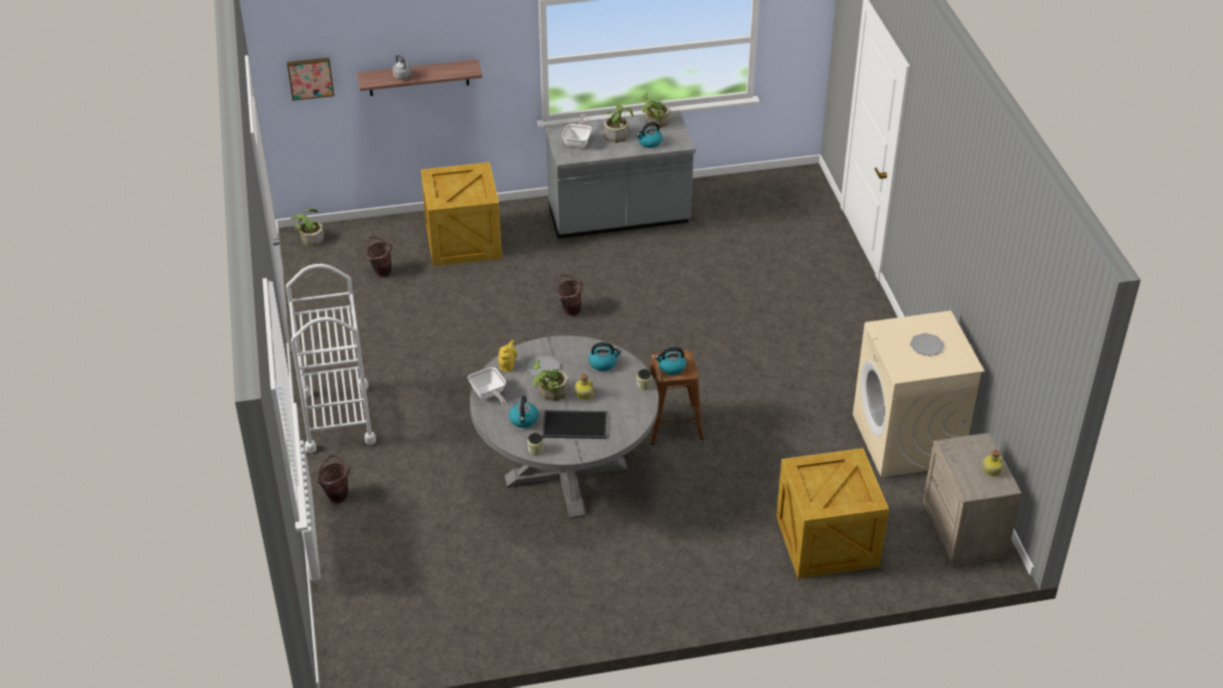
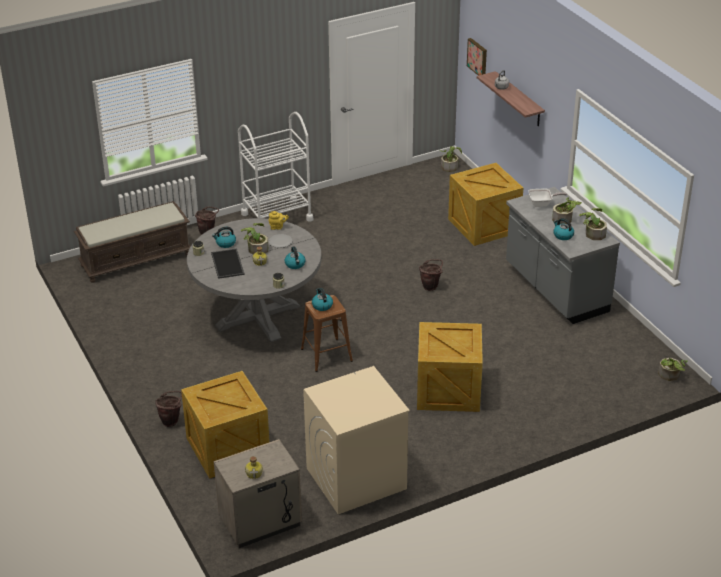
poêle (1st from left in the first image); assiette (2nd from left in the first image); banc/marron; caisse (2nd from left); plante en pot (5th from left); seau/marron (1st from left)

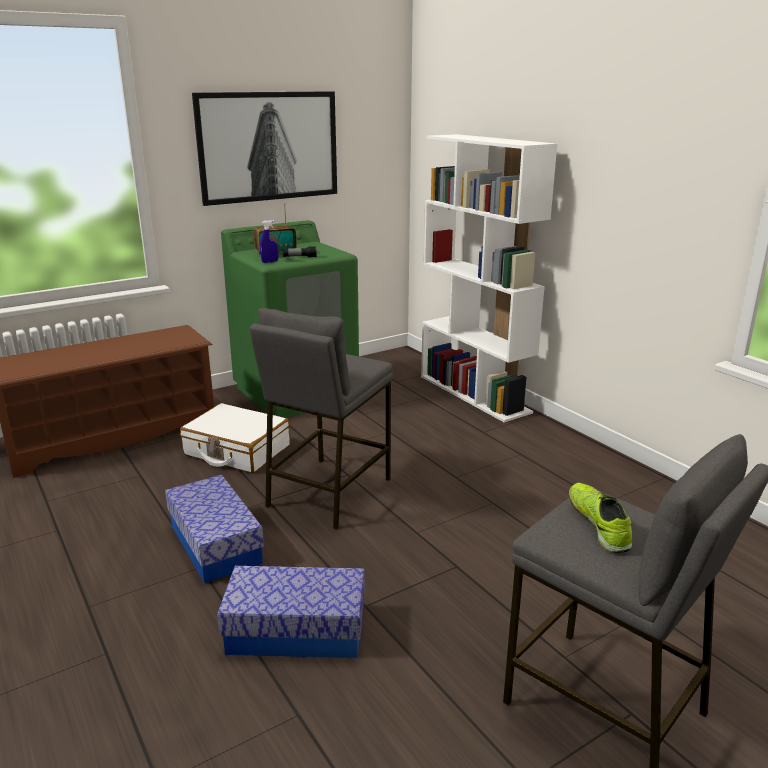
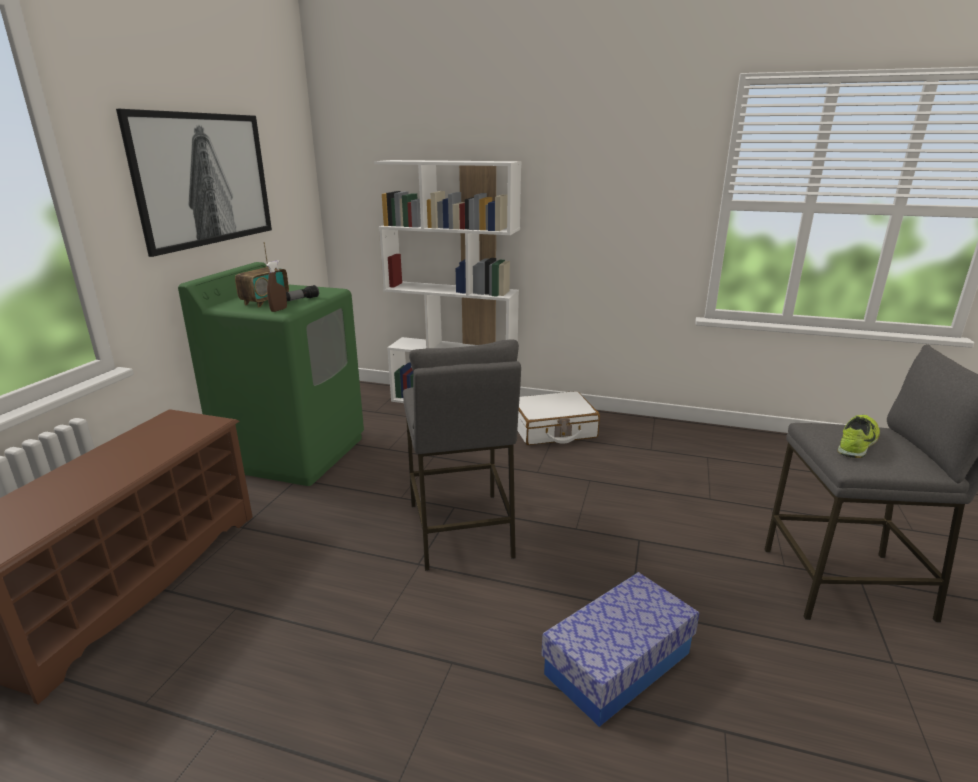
boîte de rangement (1st from left in the first image); valise/blanc; vaporisateur/marron; chaussure

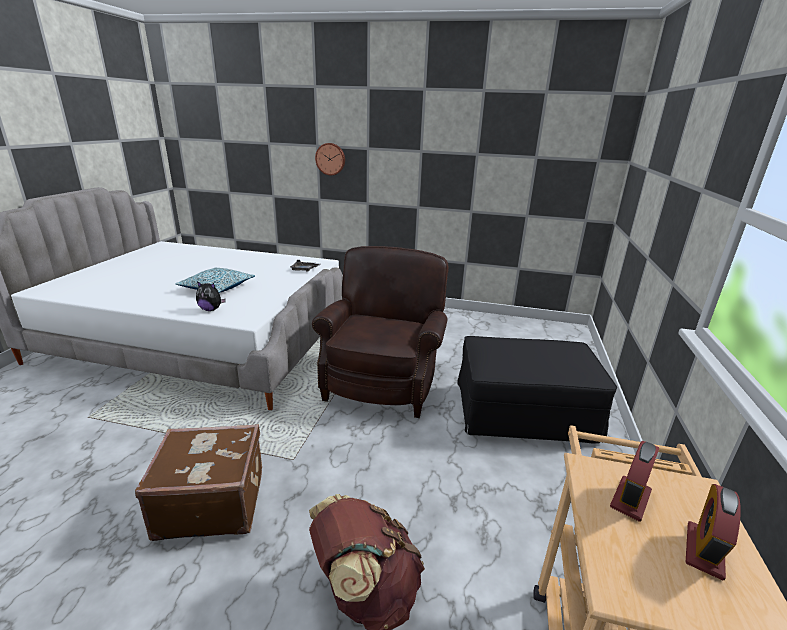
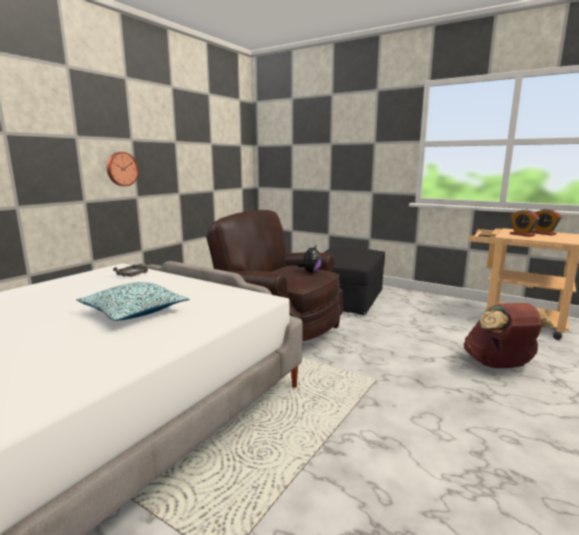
valise/marron; peluche; horloge murale

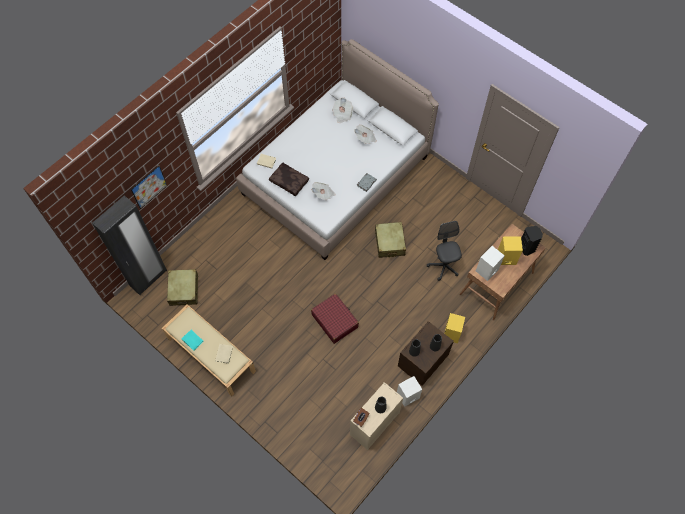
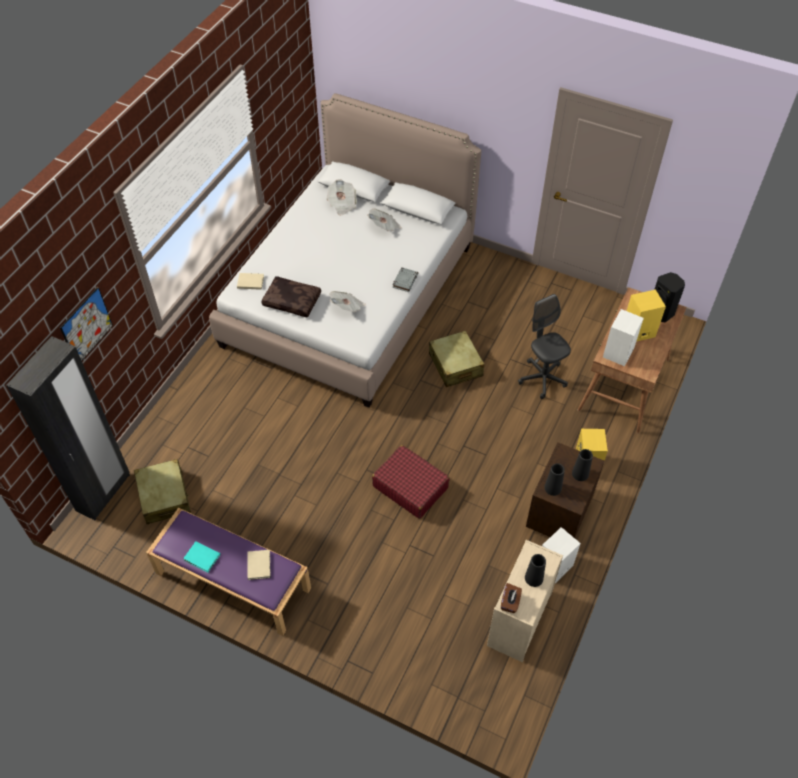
banc/violet

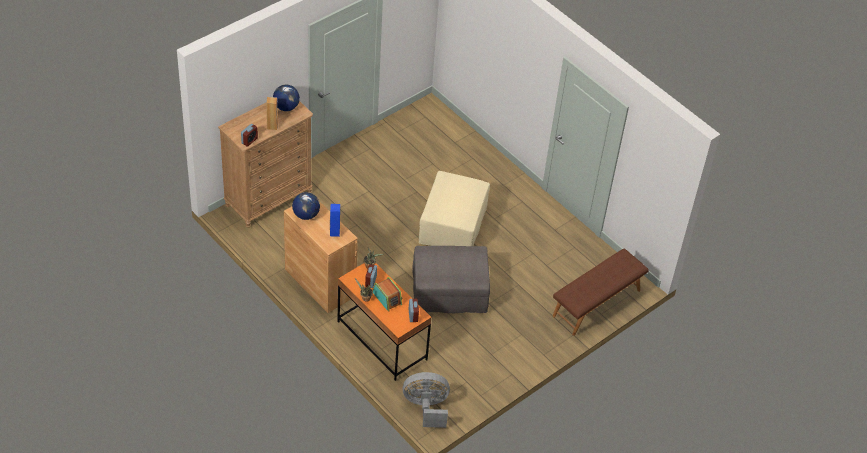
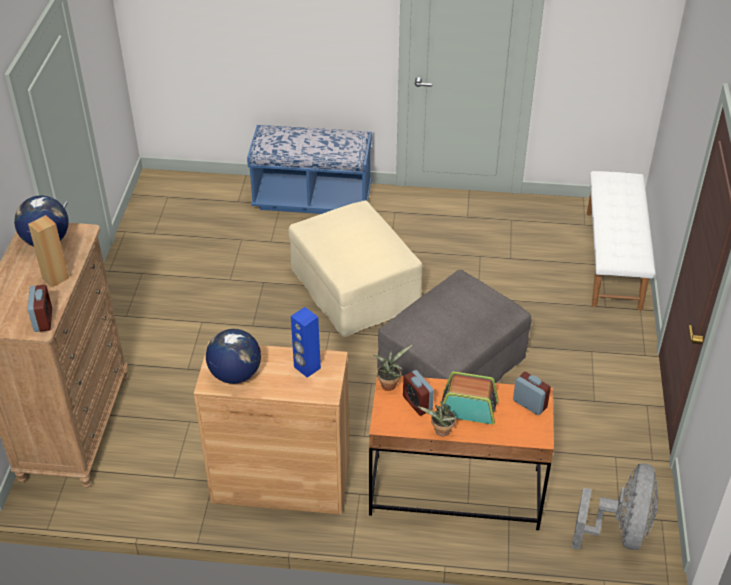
banc/bleu; banc/blanc; ventilateur/gris

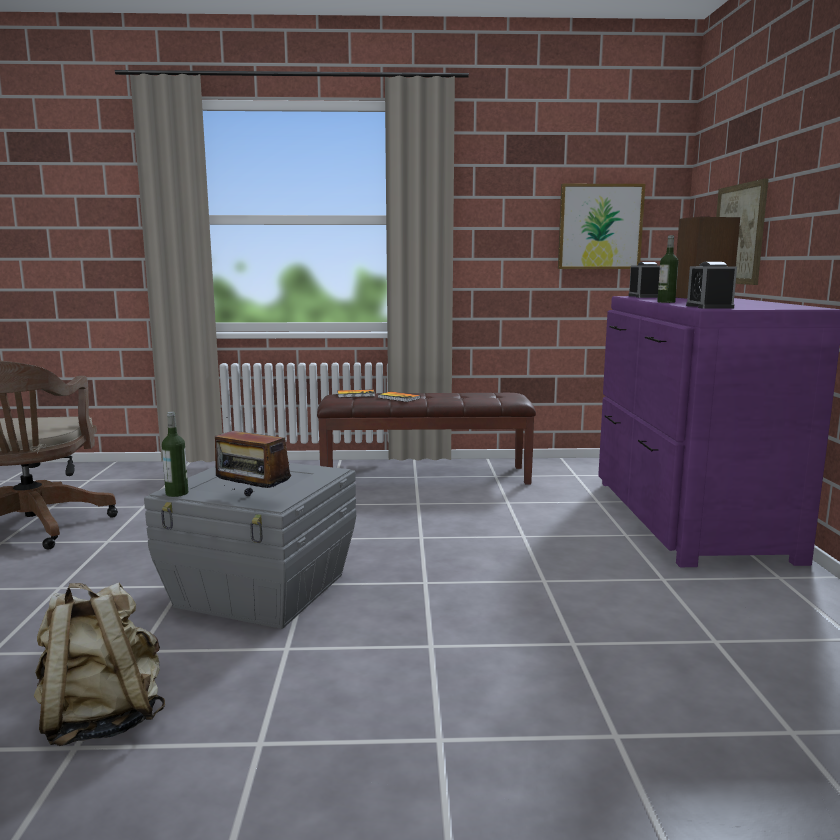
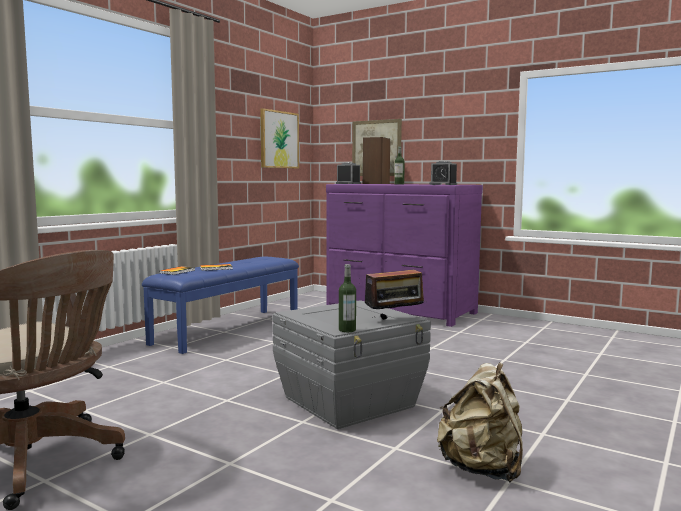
banc/bleu

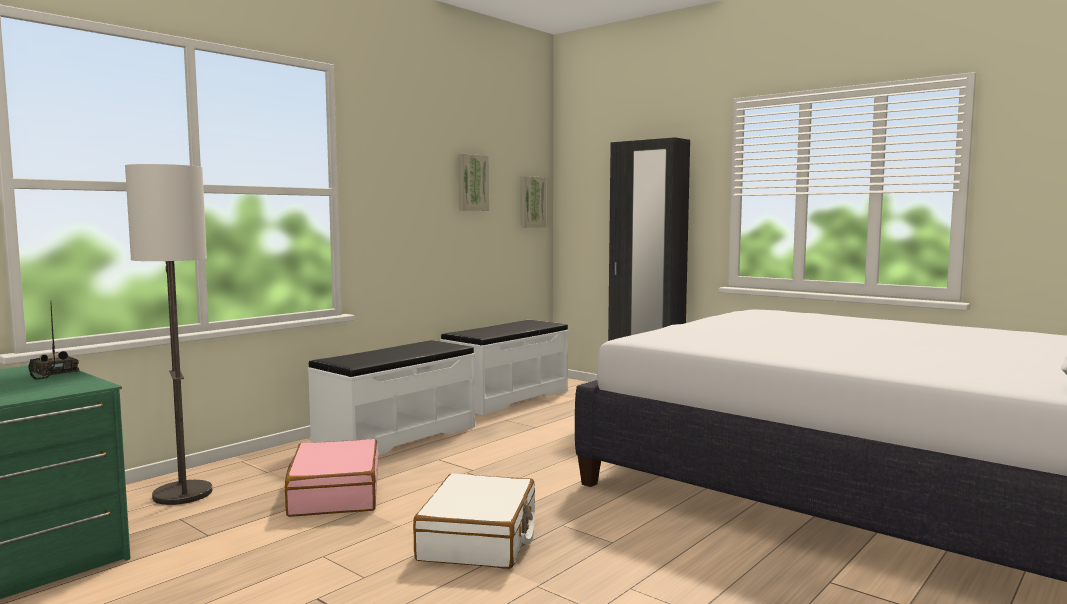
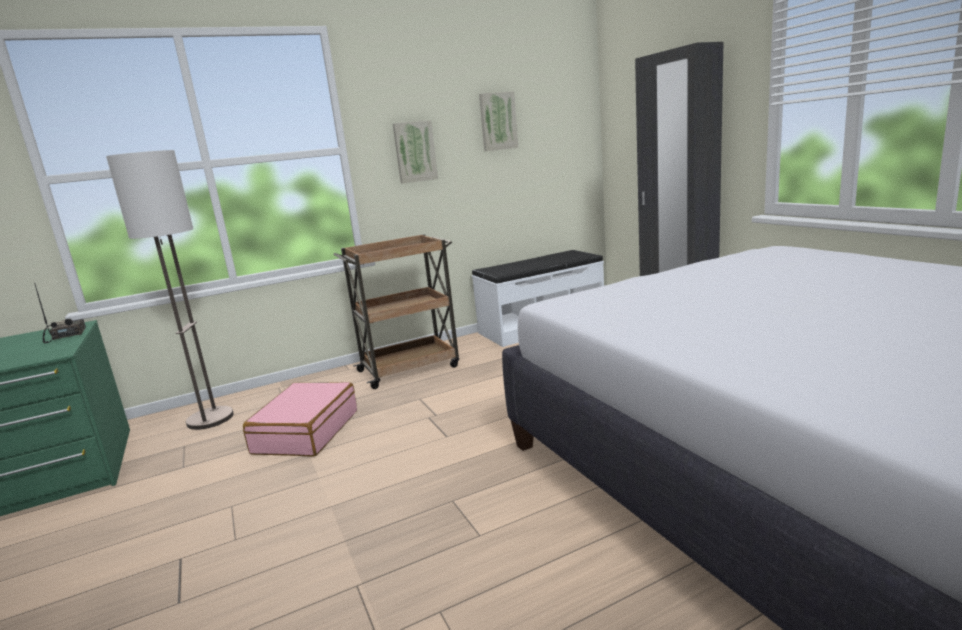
valise/blanc; tableau (1st from left); chariot/marron

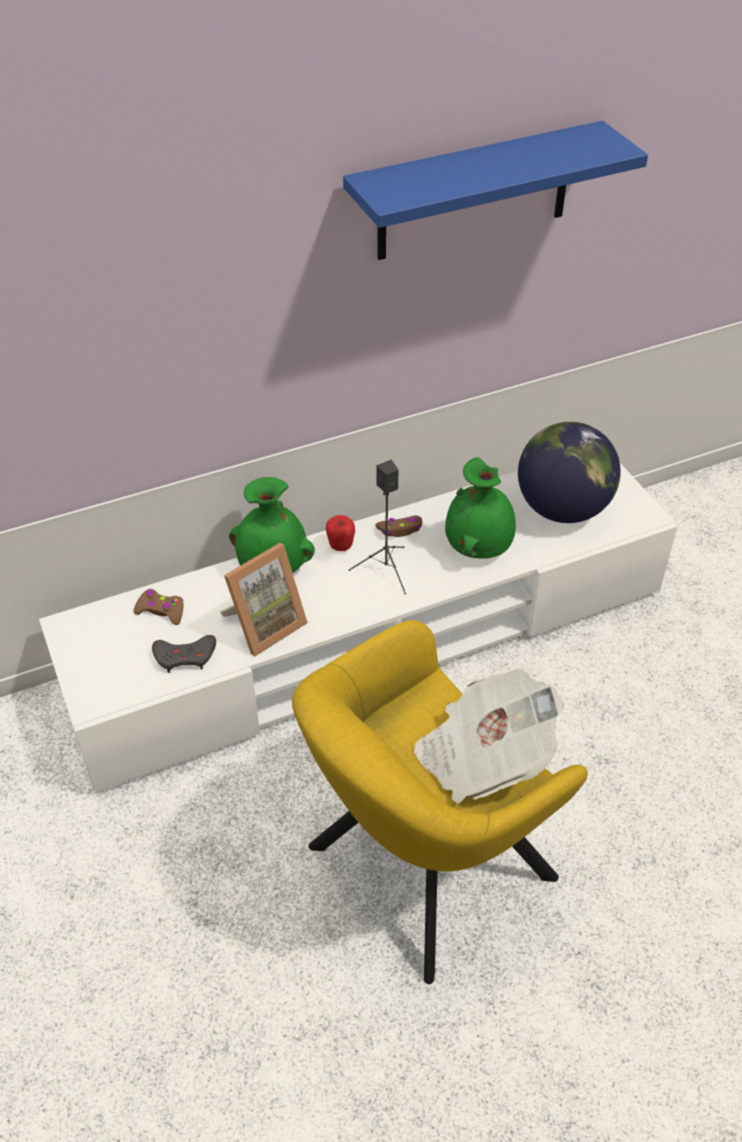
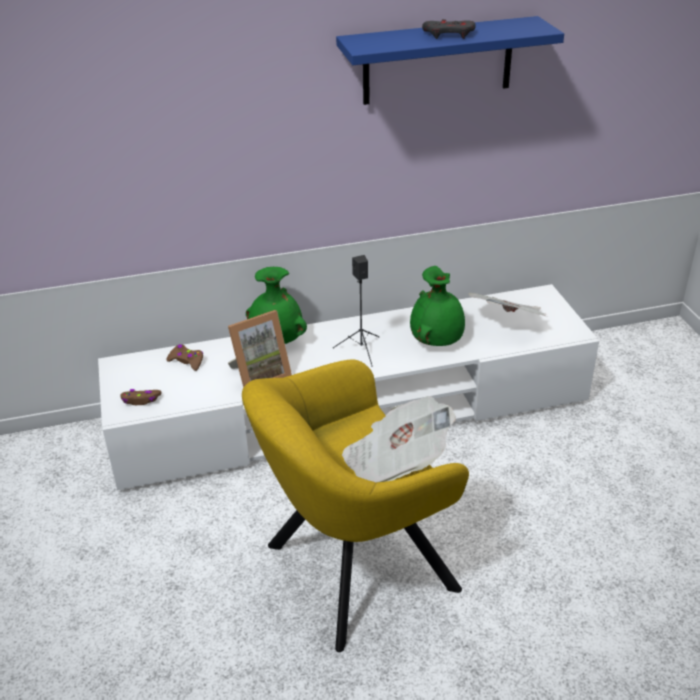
pomme; manette/gris; manette/marron (1st from left); journal (2nd from left)

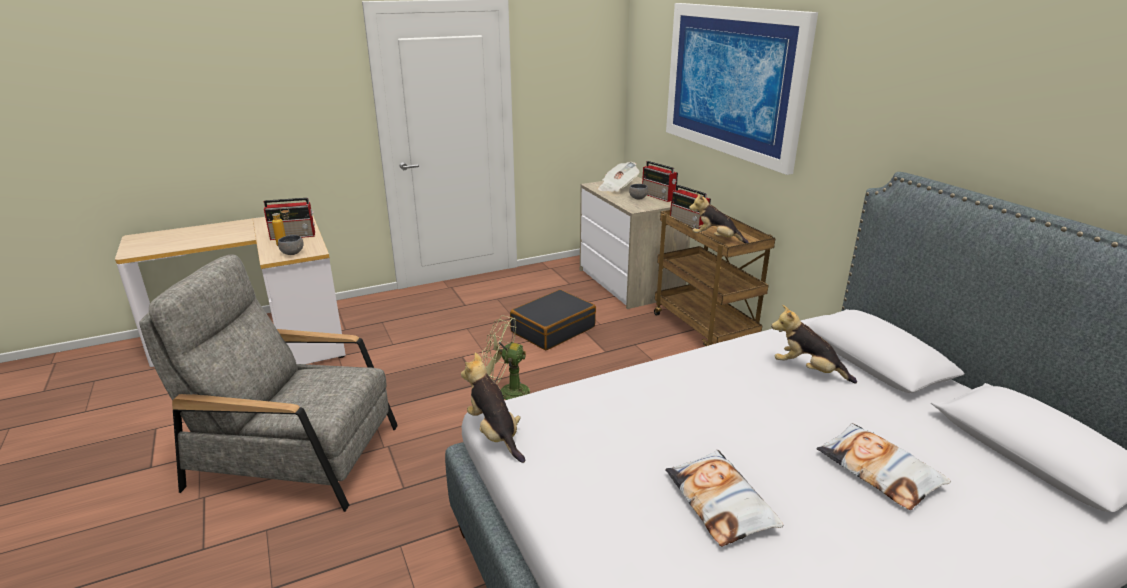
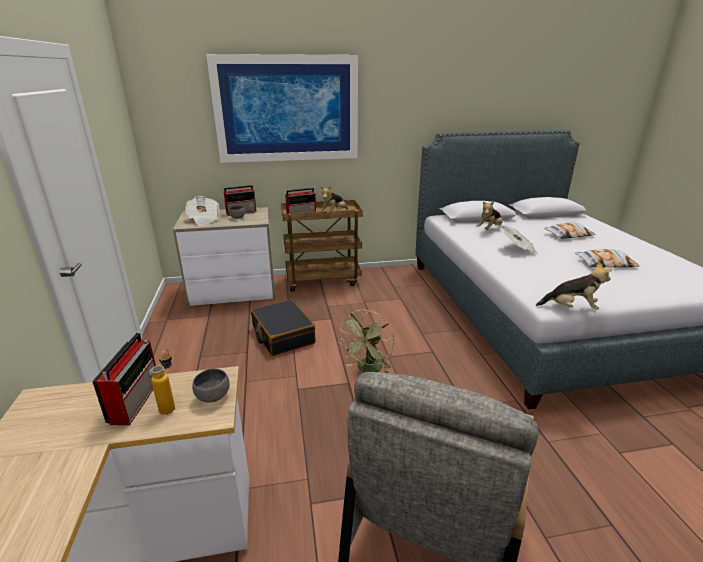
journal (2nd from left); peluche (3rd from left)

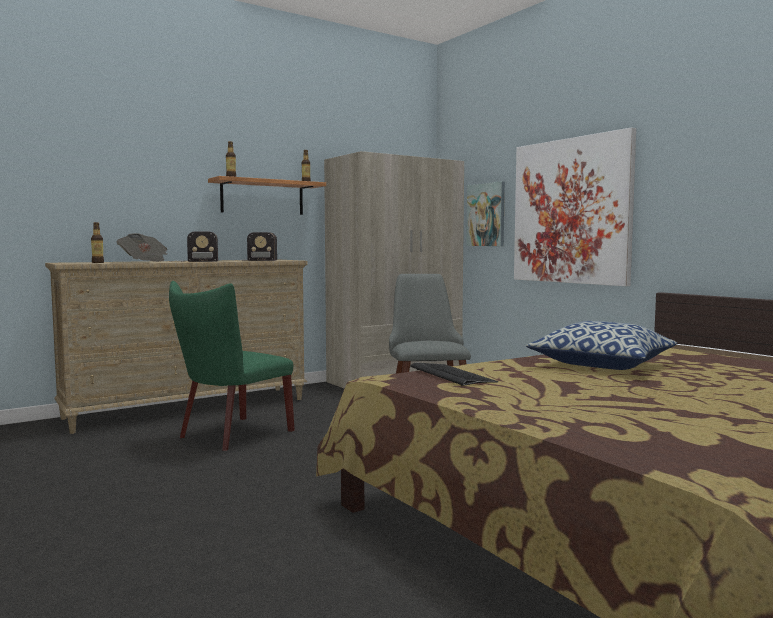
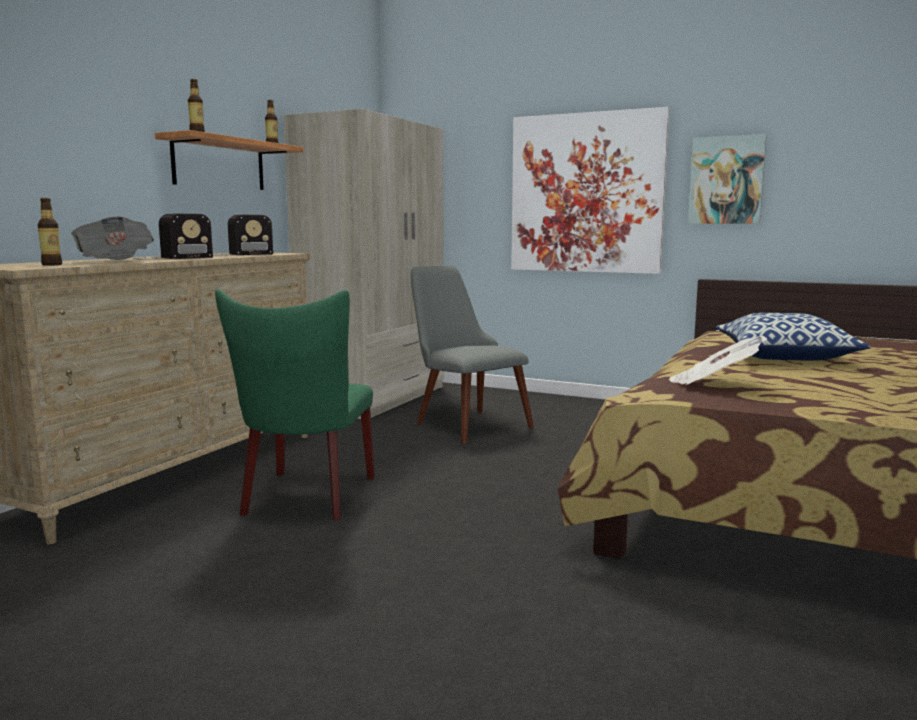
tableau (2nd from left); journal (2nd from left)

